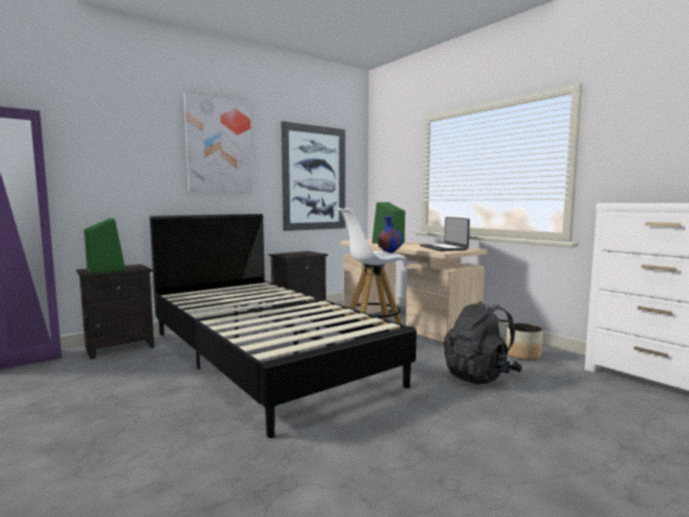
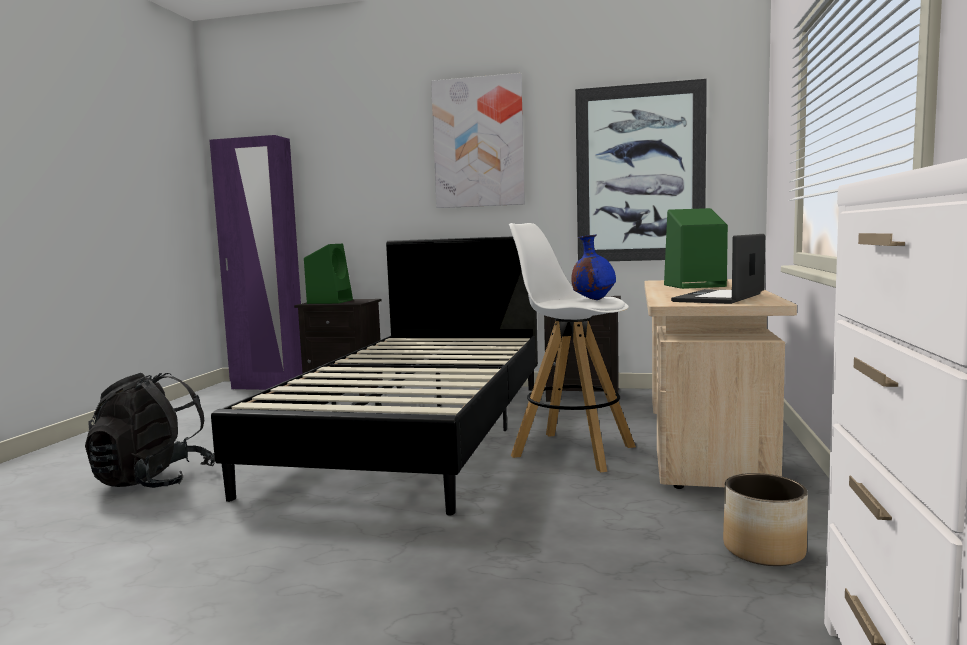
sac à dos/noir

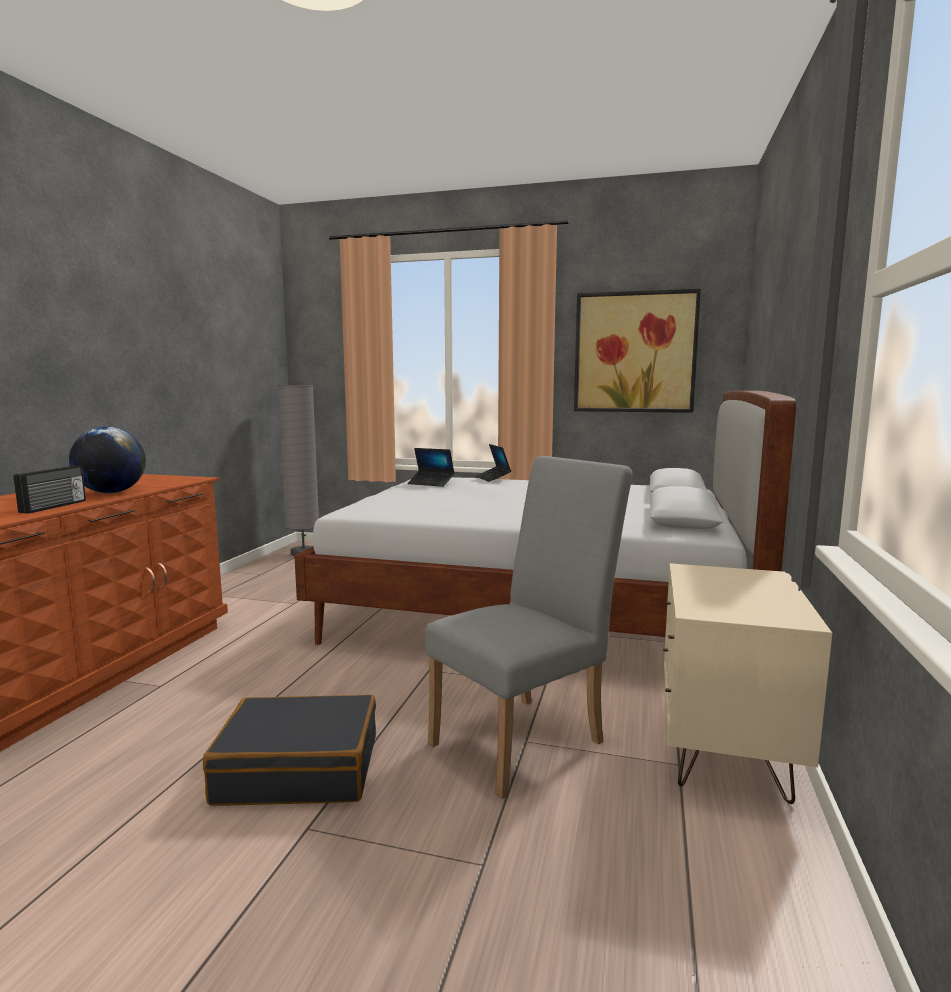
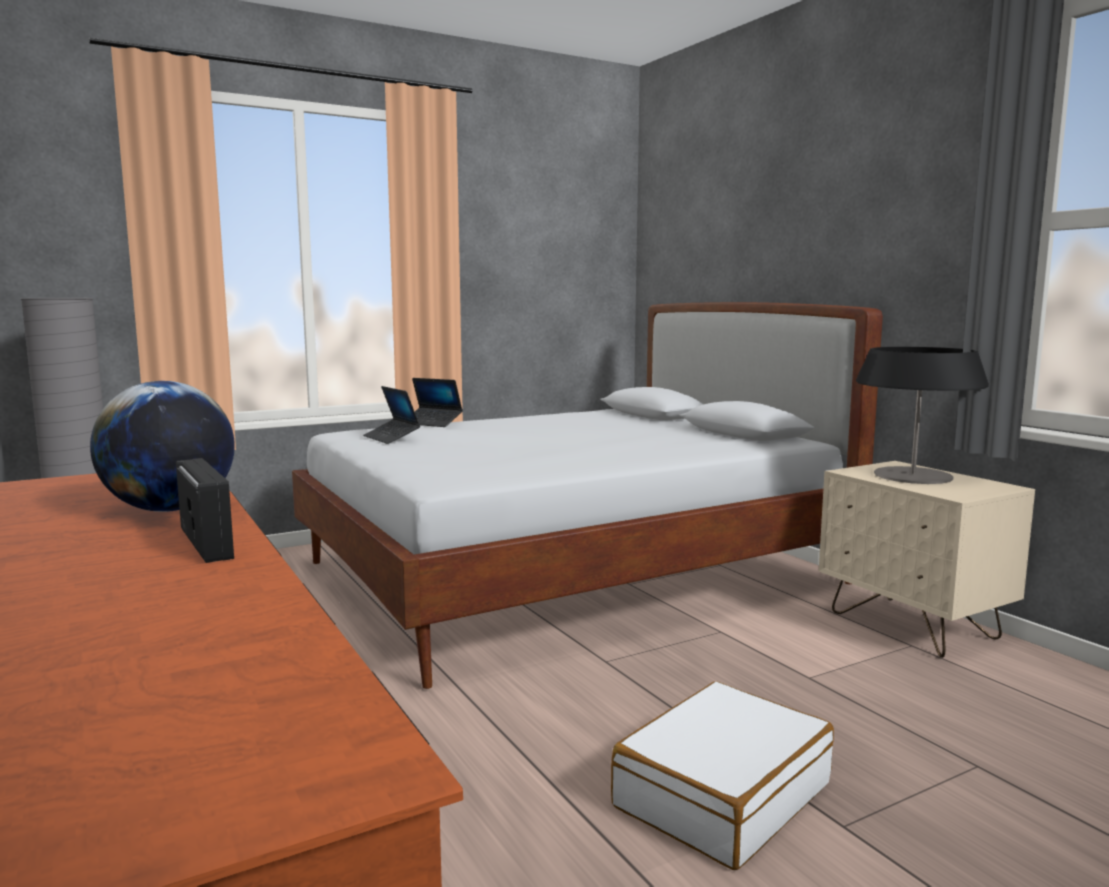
chaise/gris; tableau; lampe de table; valise/blanc; ordinateur portable (1st from left)

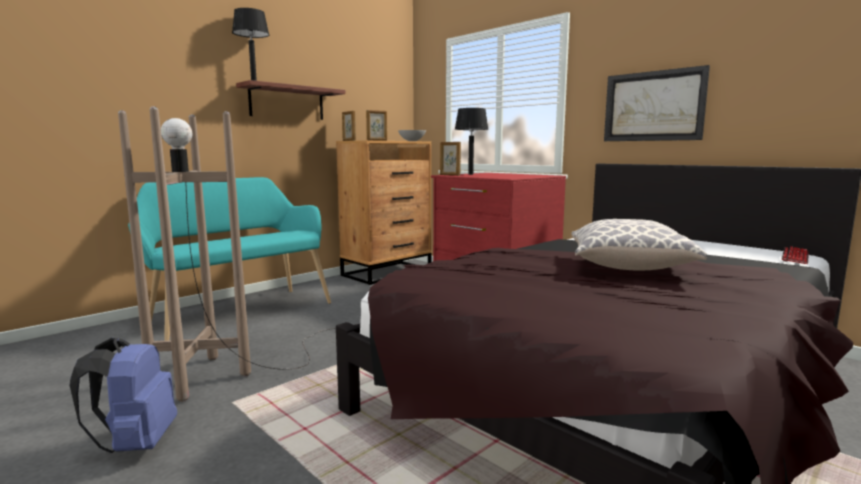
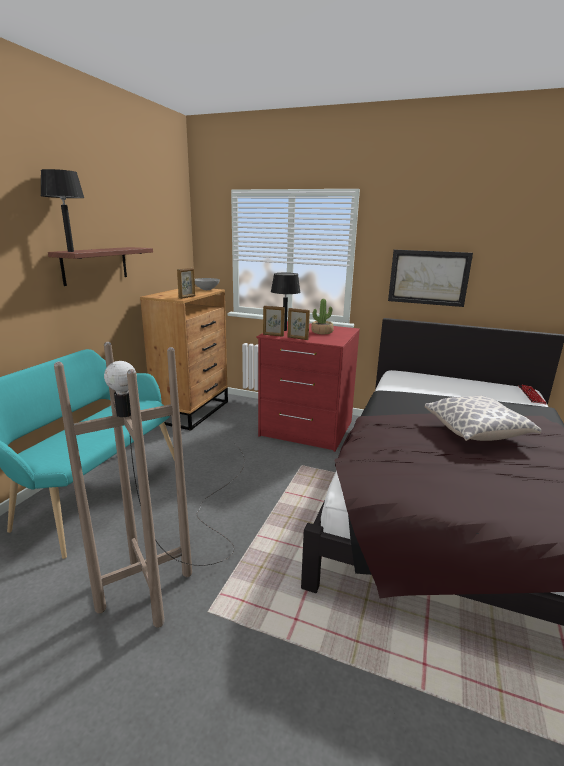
sac à dos/bleu; plante en pot; cadre photo (3rd from left)

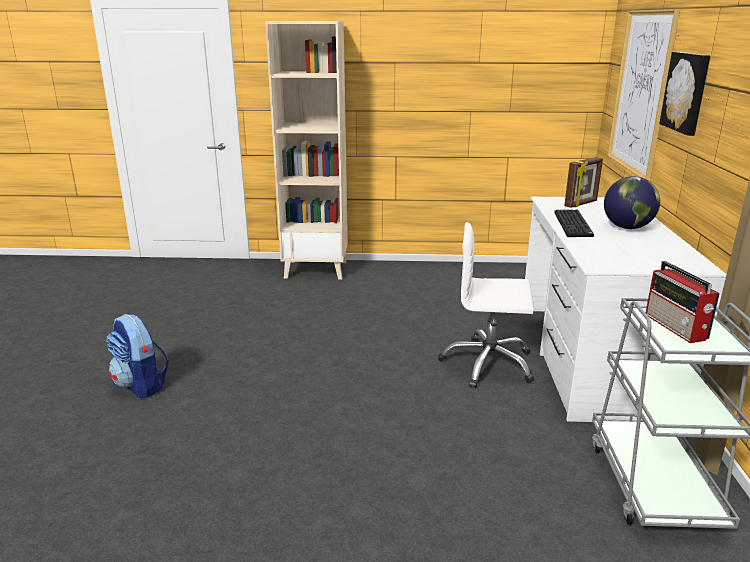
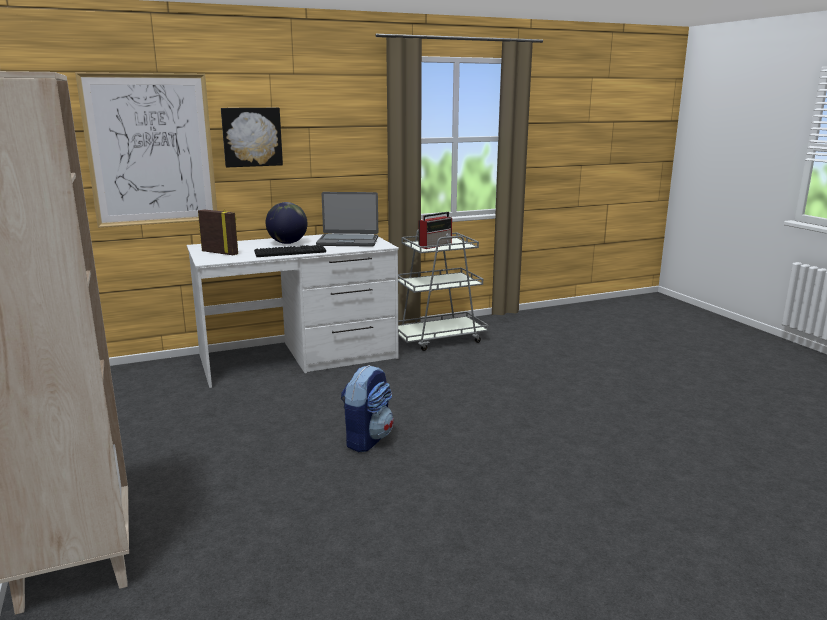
chaise de bureau/blanc; ordinateur portable; sac à dos

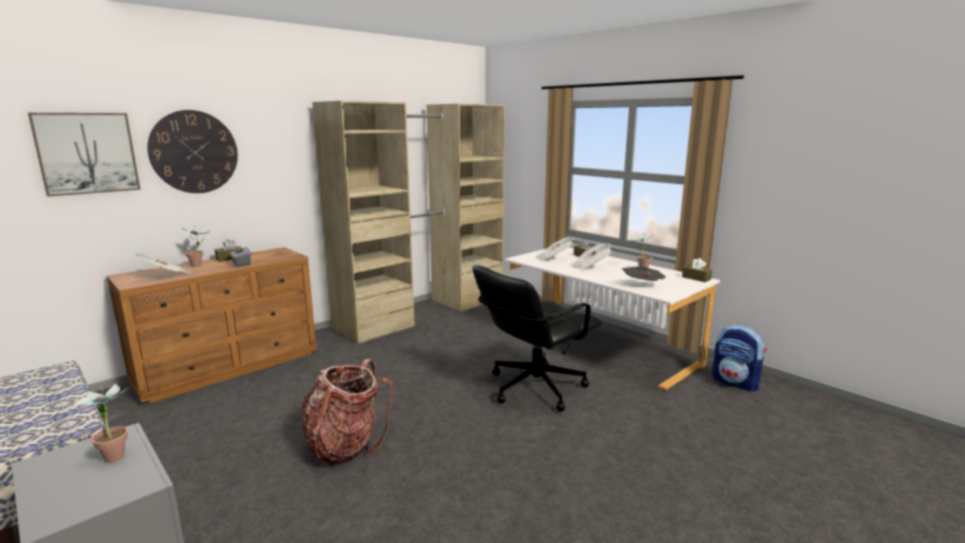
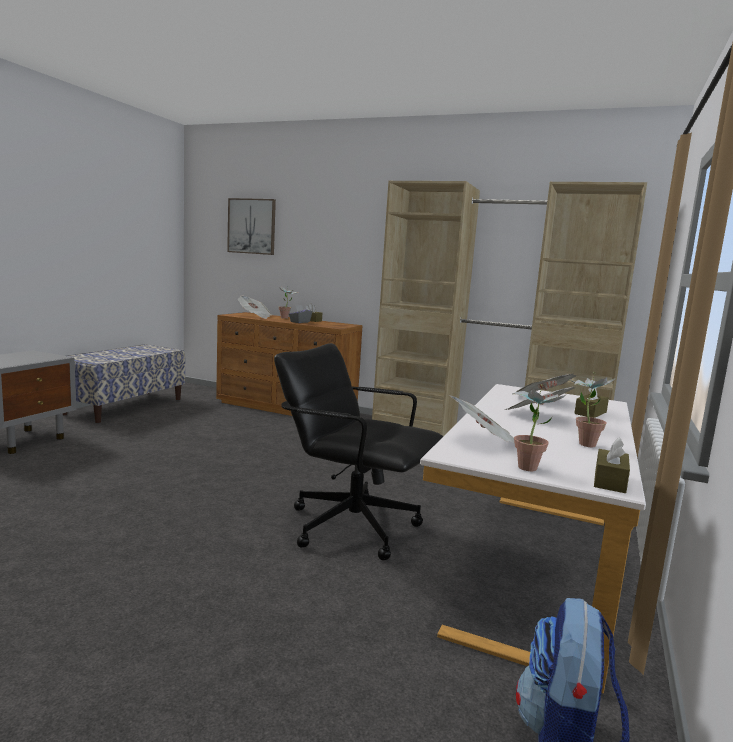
horloge murale; sac à dos (1st from left in the first image); plante en pot (2nd from left)

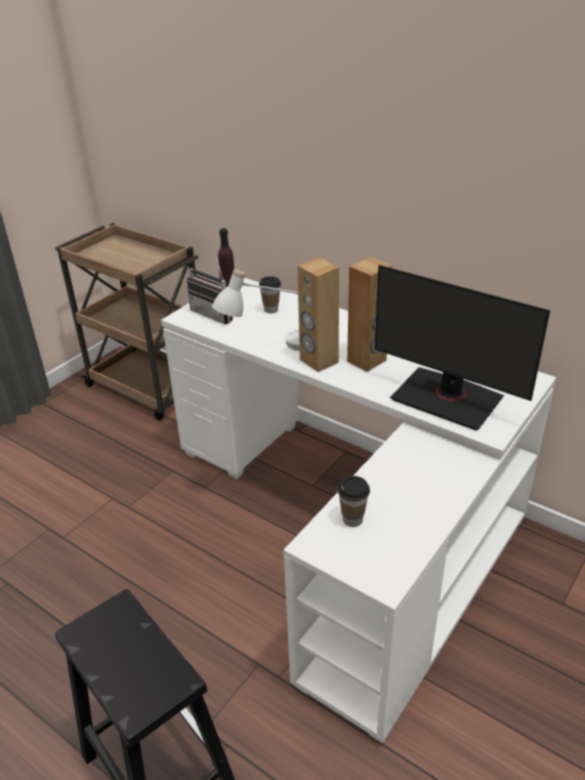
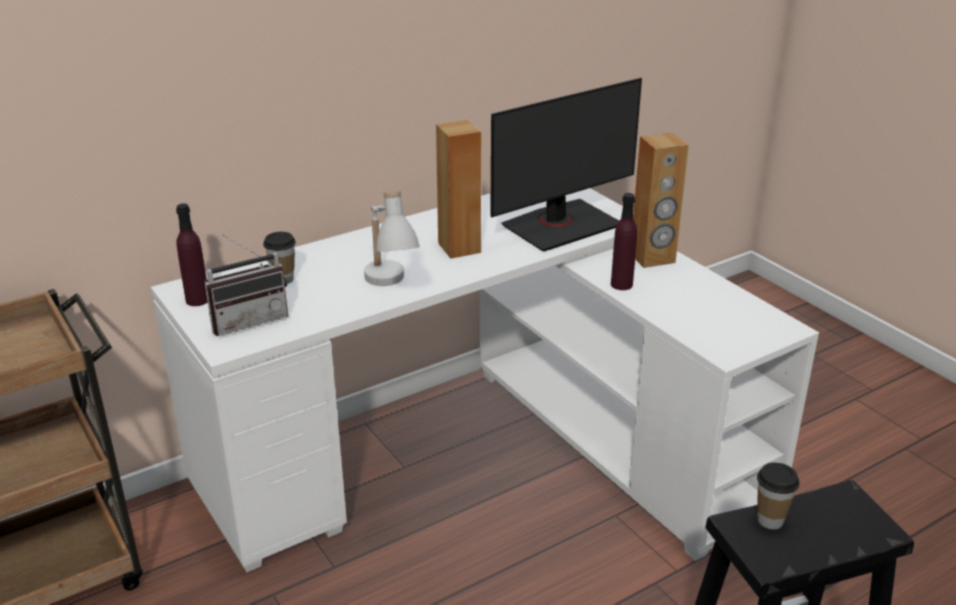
bouteille/violet (2nd from left); enceinte/marron (2nd from left); tasse (2nd from left)

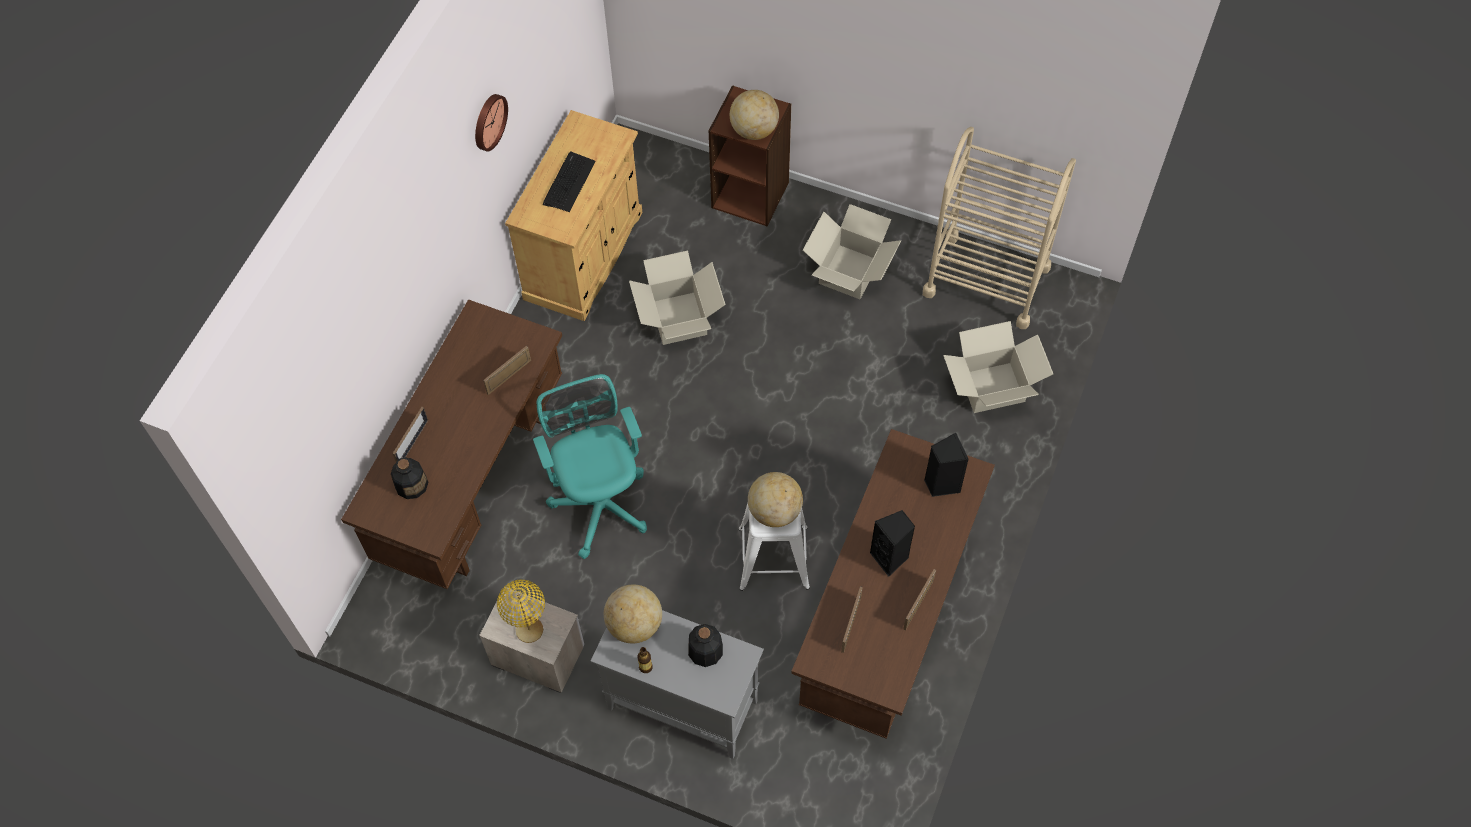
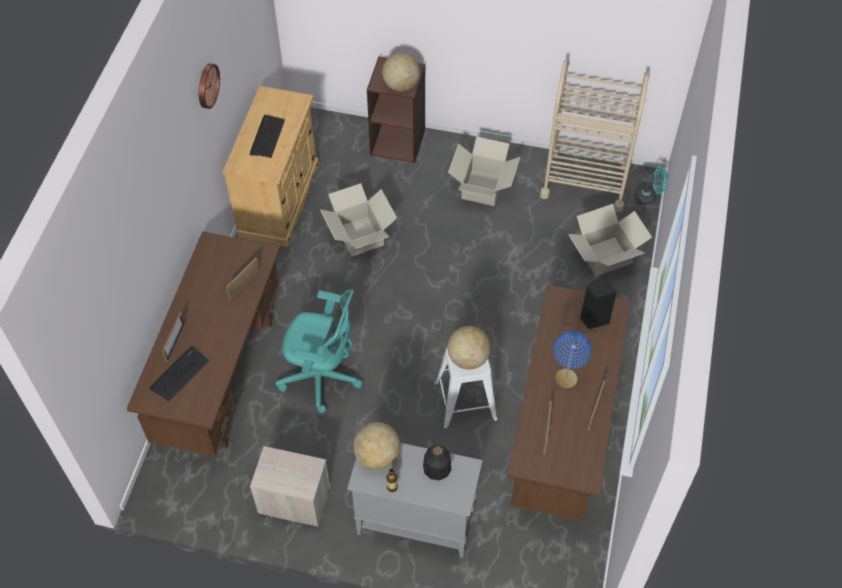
lampe de table/jaune; ventilateur/turquoise; clavier (1st from left); lampe de table/bleu; chaise de bureau/turquoise

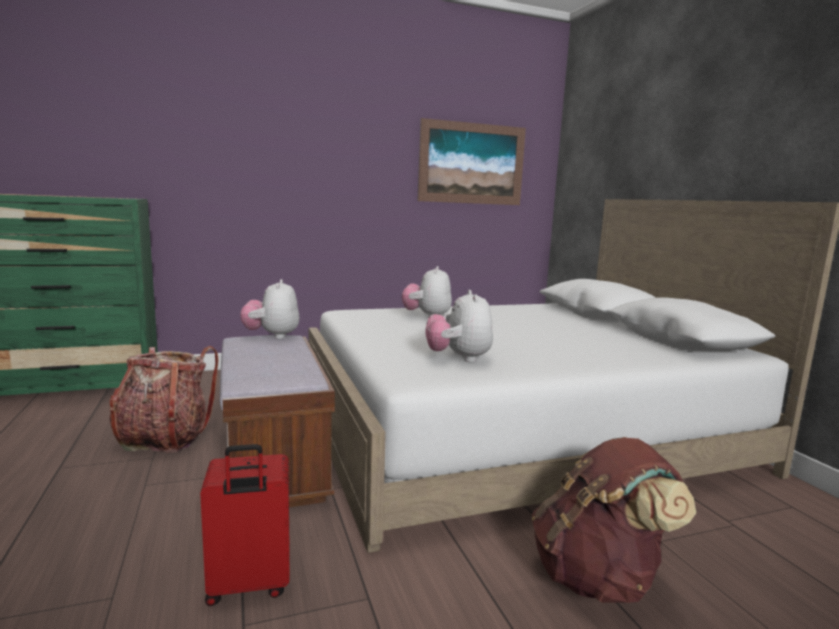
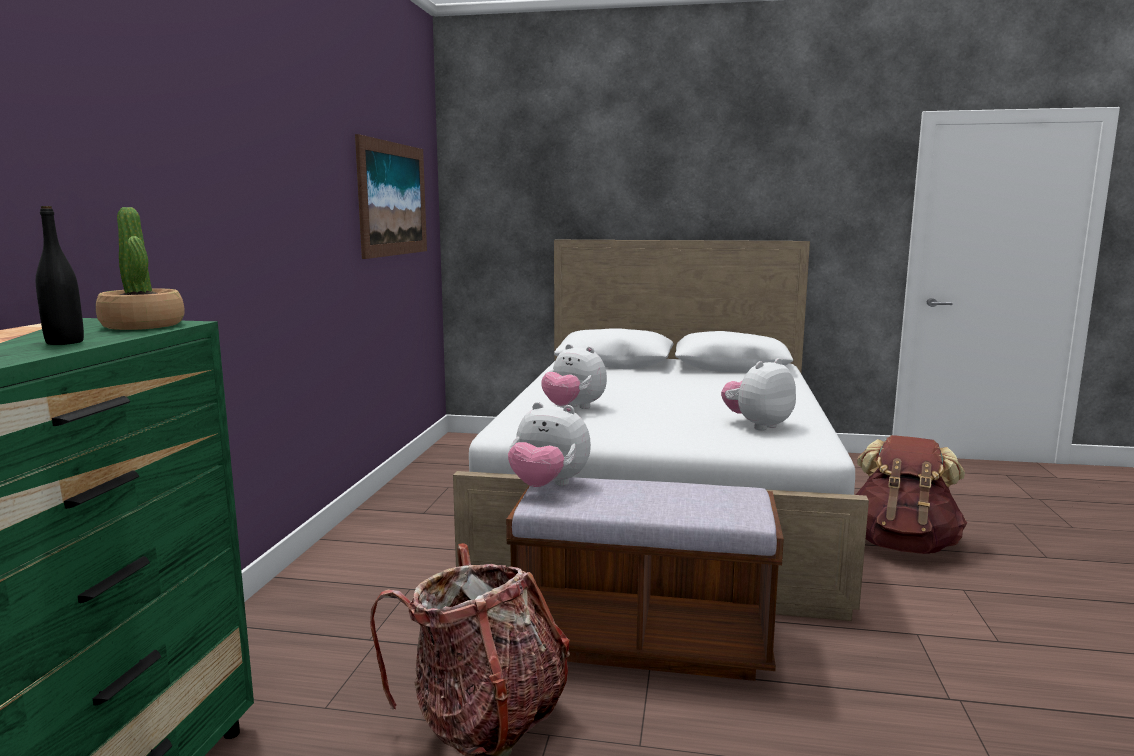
valise/rouge; bouteille/noir; plante en pot; peluche (3rd from left)

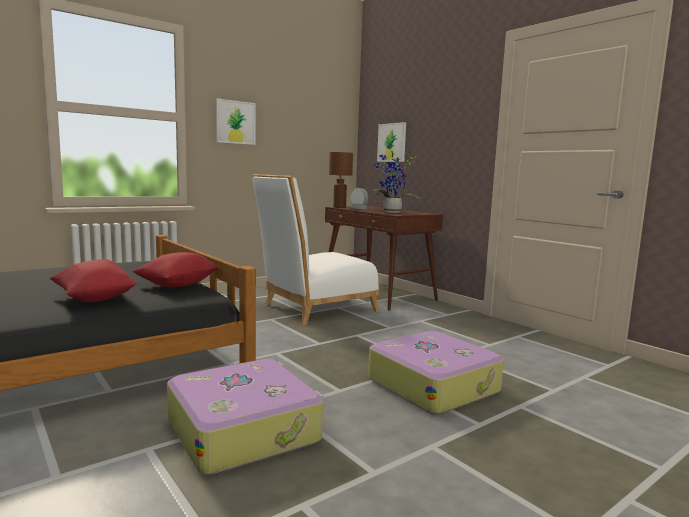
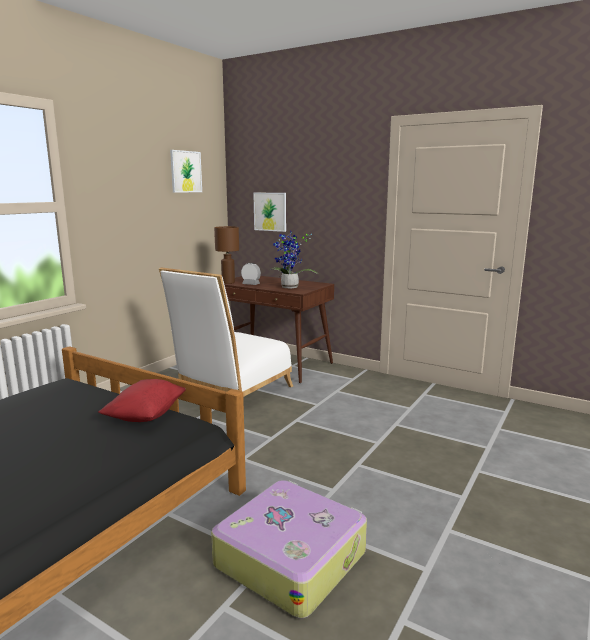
coussin/rouge (1st from left in the first image); valise (2nd from left in the first image); tableau (1st from left)

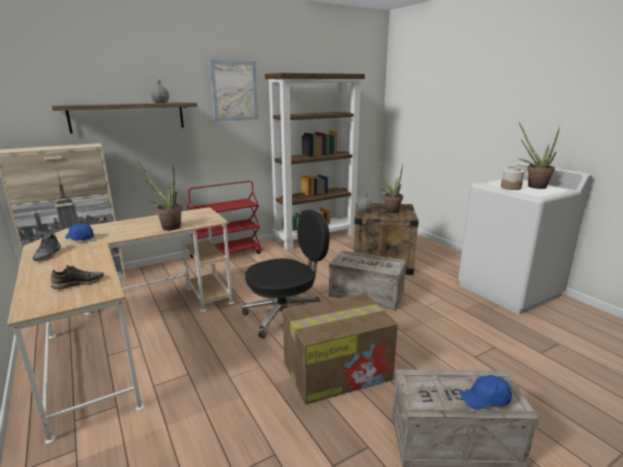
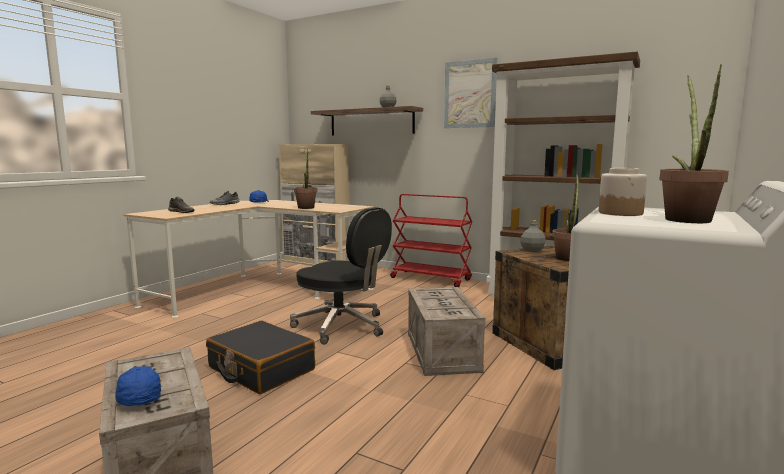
valise/noir

